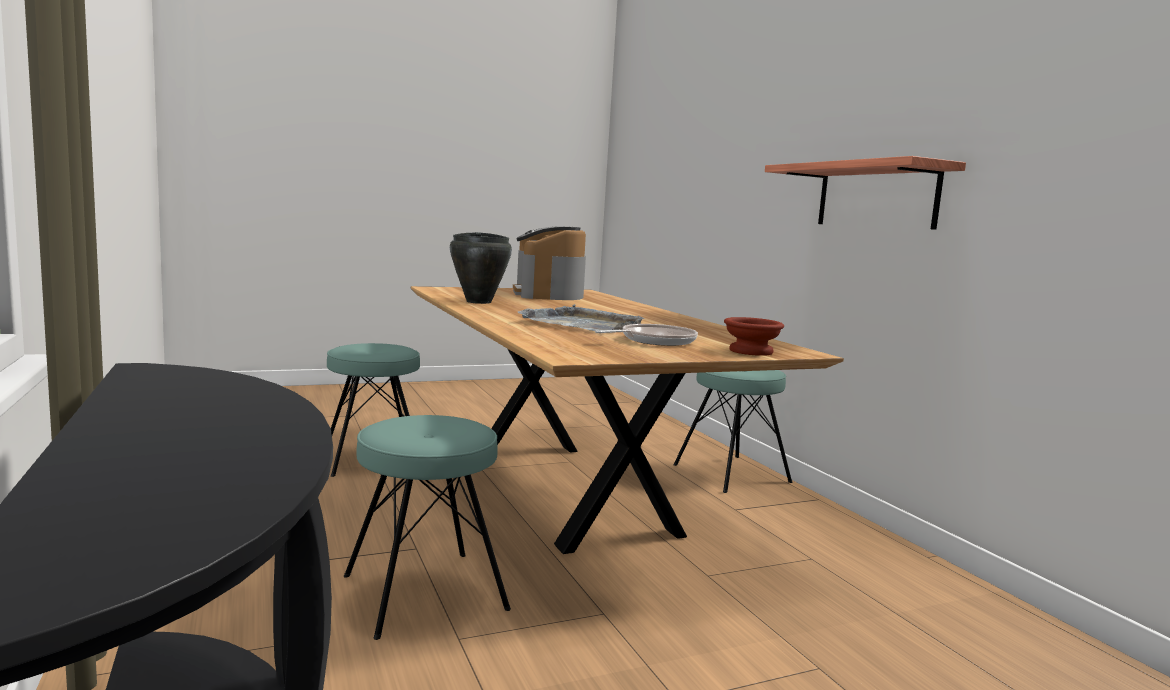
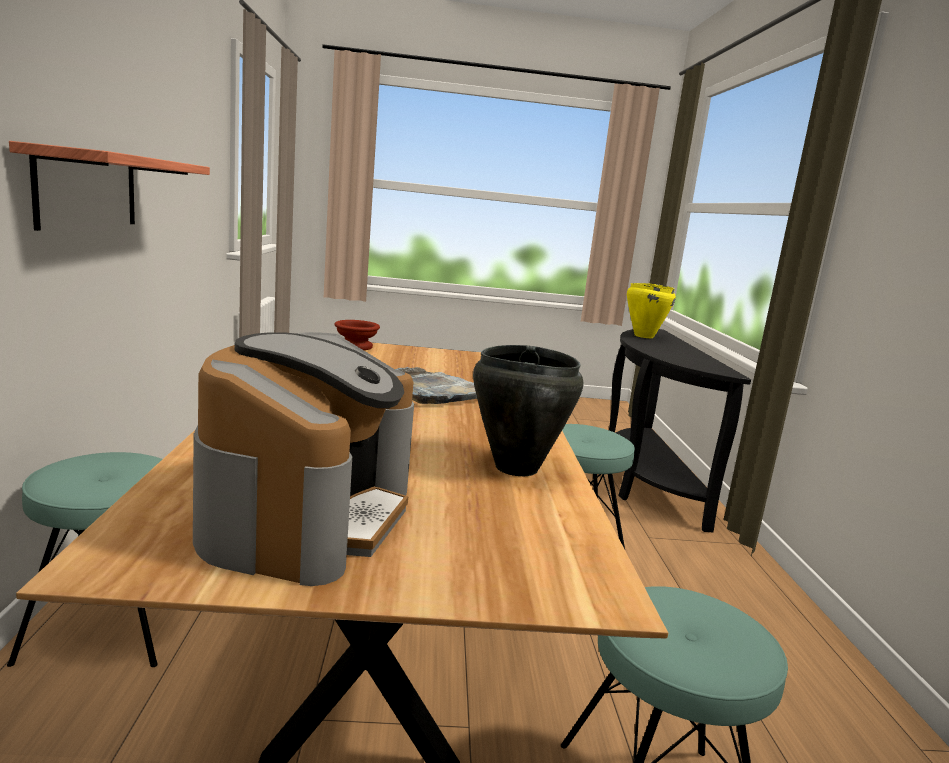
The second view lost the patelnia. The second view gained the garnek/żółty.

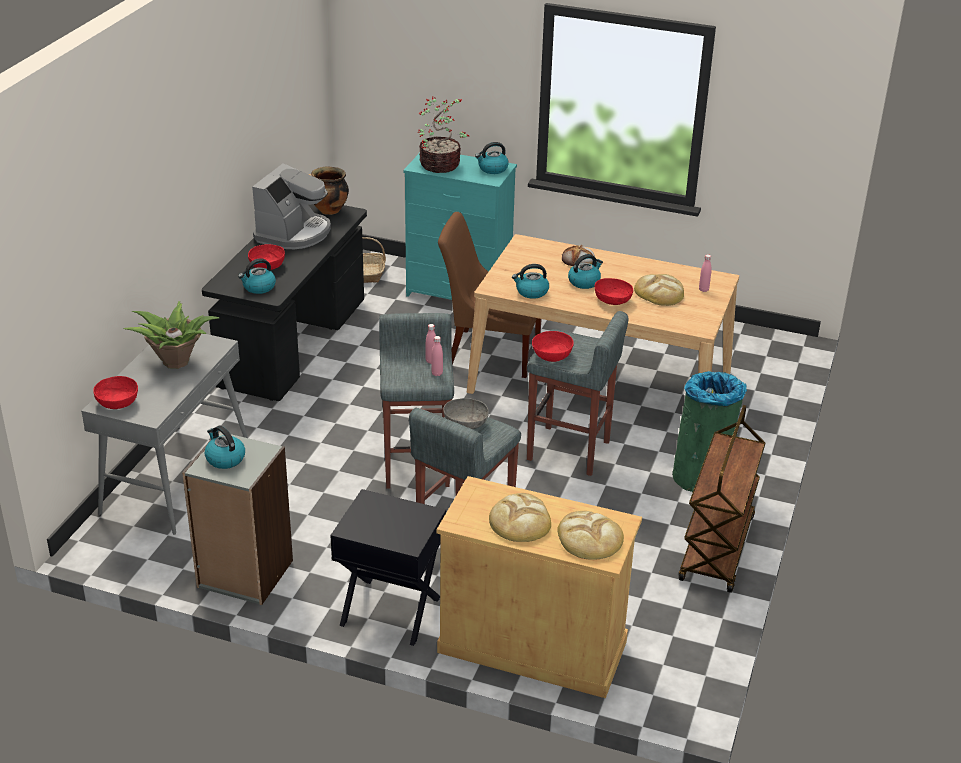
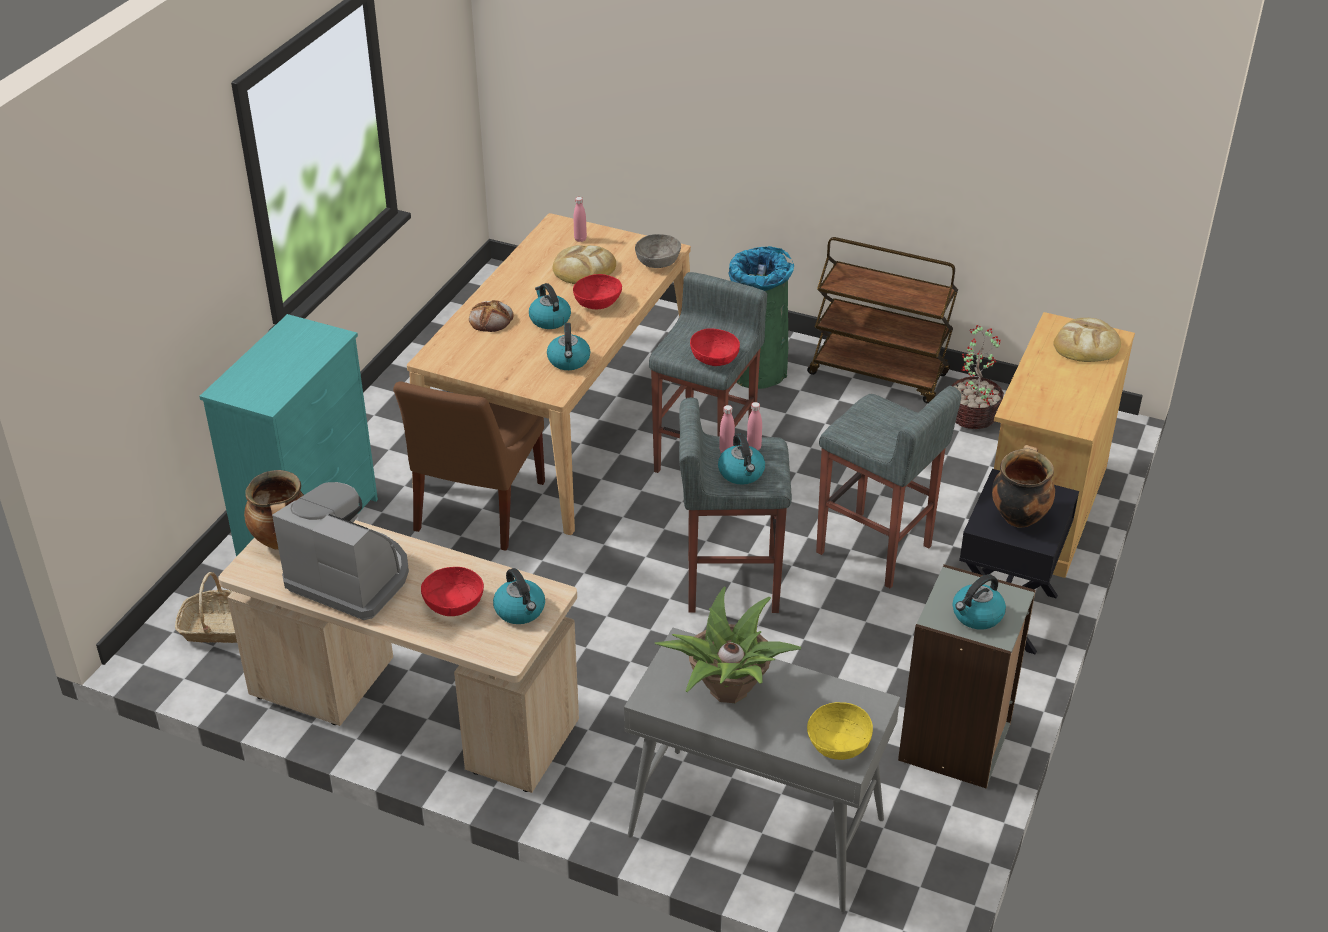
The second view lost the chleb (no. 1 from left). The second view gained the garnek (no. 2 from left). The roślina doniczkowa (no. 2 from left) ended up elsewhere. The miska/szary ended up elsewhere. The czajnik (no. 3 from left in the first image) ended up elsewhere. What was the miska/czerwony (no. 1 from left) turned into the miska/żółty. What was the biurko/czarny turned into the biurko/beżowy.

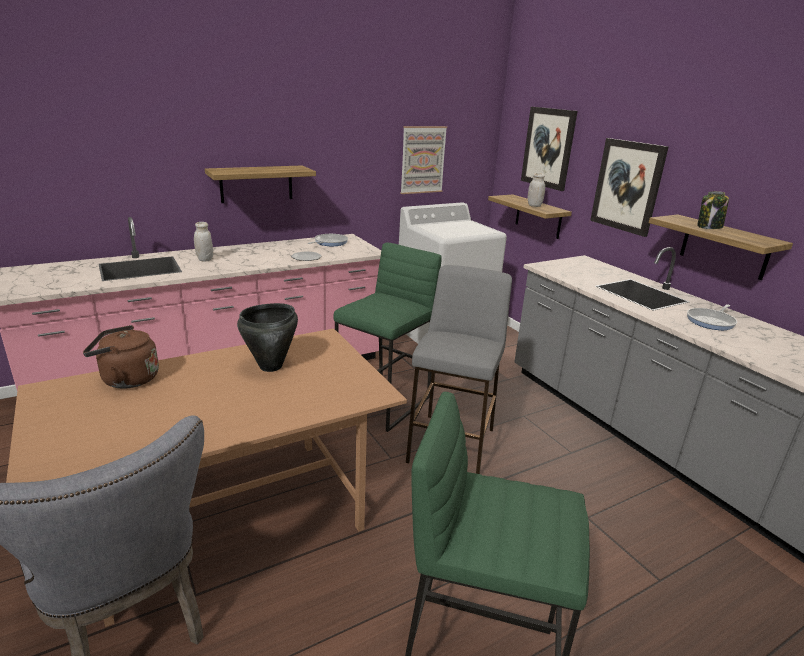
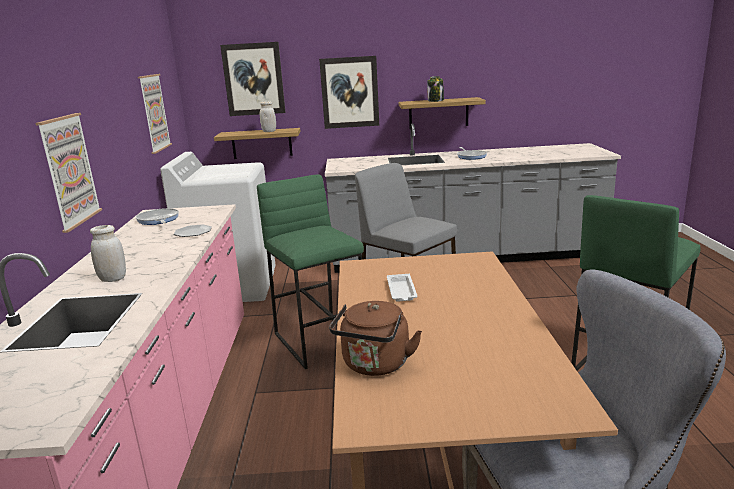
Where the półka (no. 1 from left) hung, the obraz (no. 1 from left) came to hang. Where the garnek/czarny stood, the taca/biały came to stand.

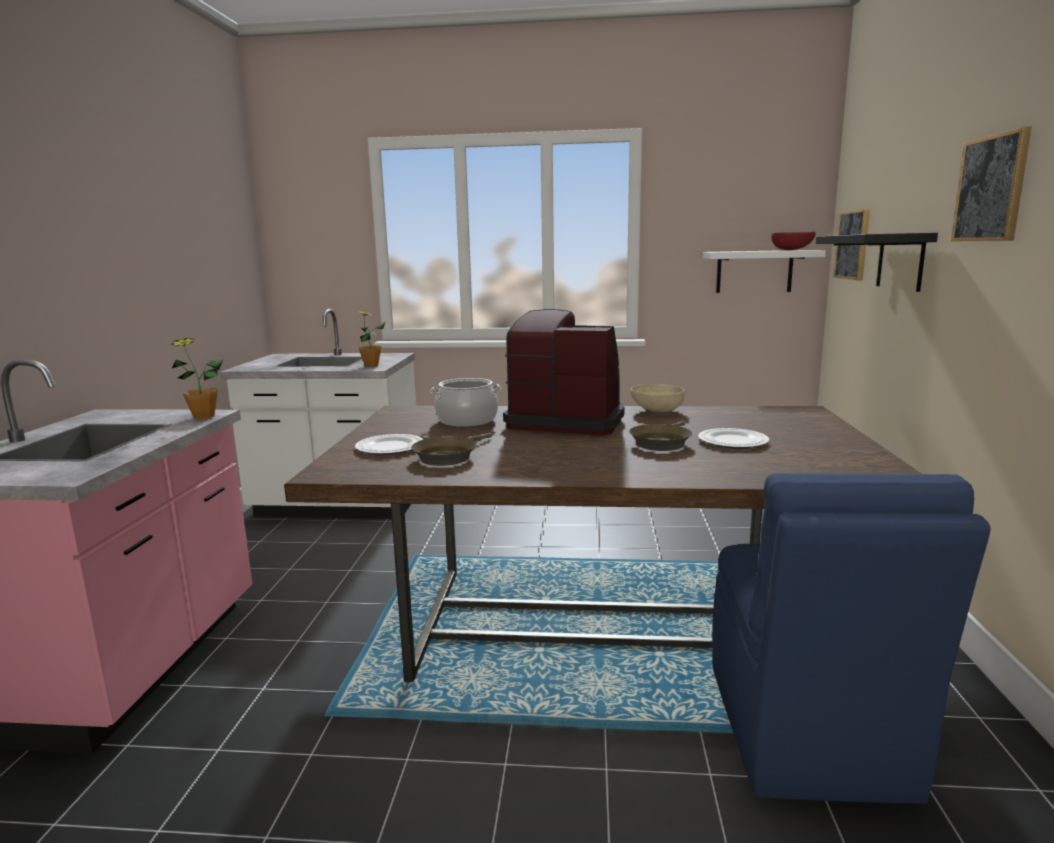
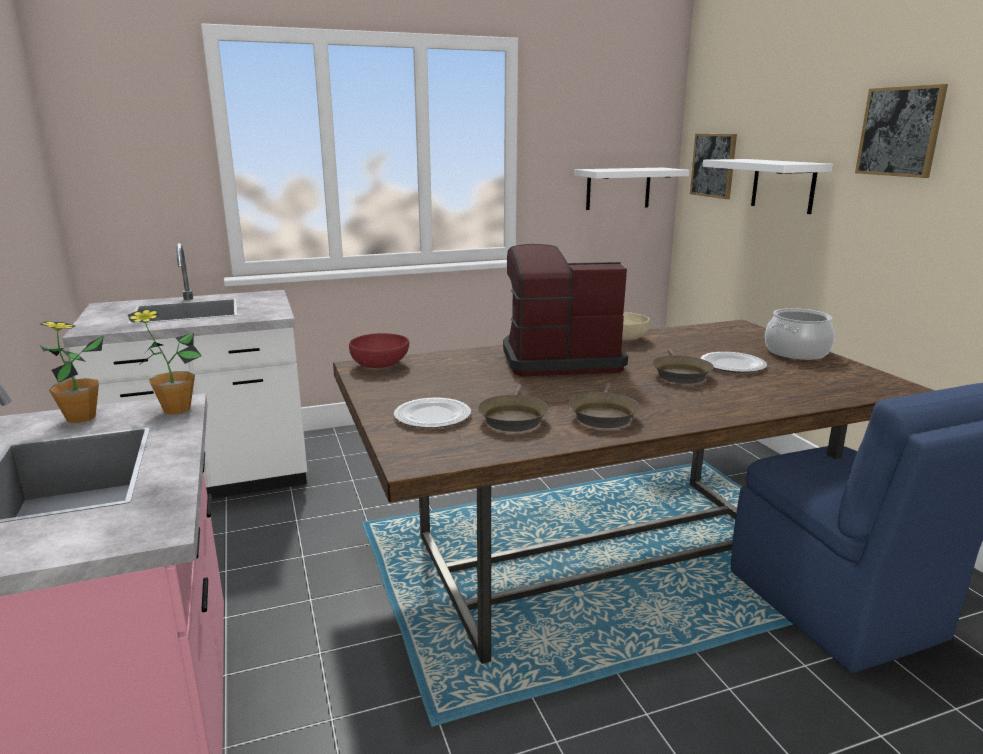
The second view gained the patelnia/brązowy (no. 2 from left). The roślina doniczkowa (no. 2 from left in the first image) ended up elsewhere. The garnek ended up elsewhere. The miska/czerwony ended up elsewhere. What was the półka/czarny turned into the półka/biały (no. 2 from left).

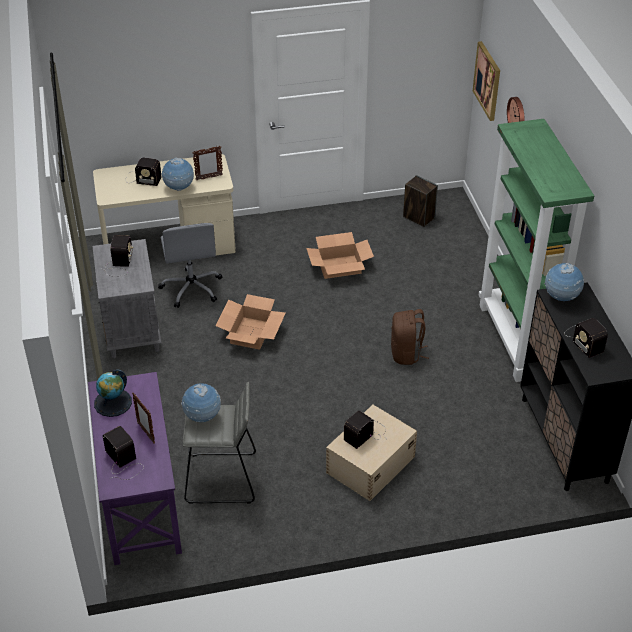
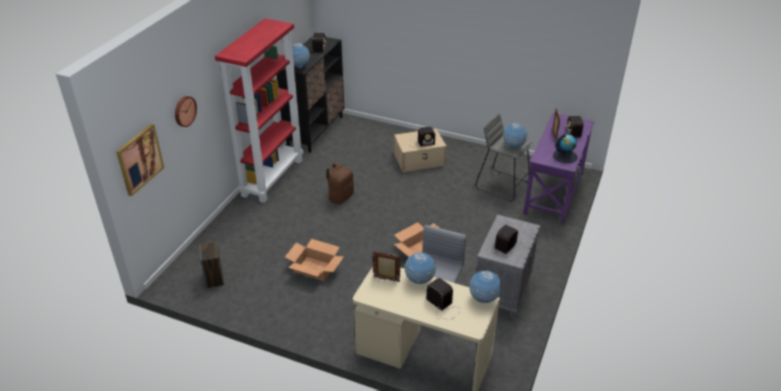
The second view gained the globus (no. 3 from left). What was the regał/zielony turned into the regał/czerwony.

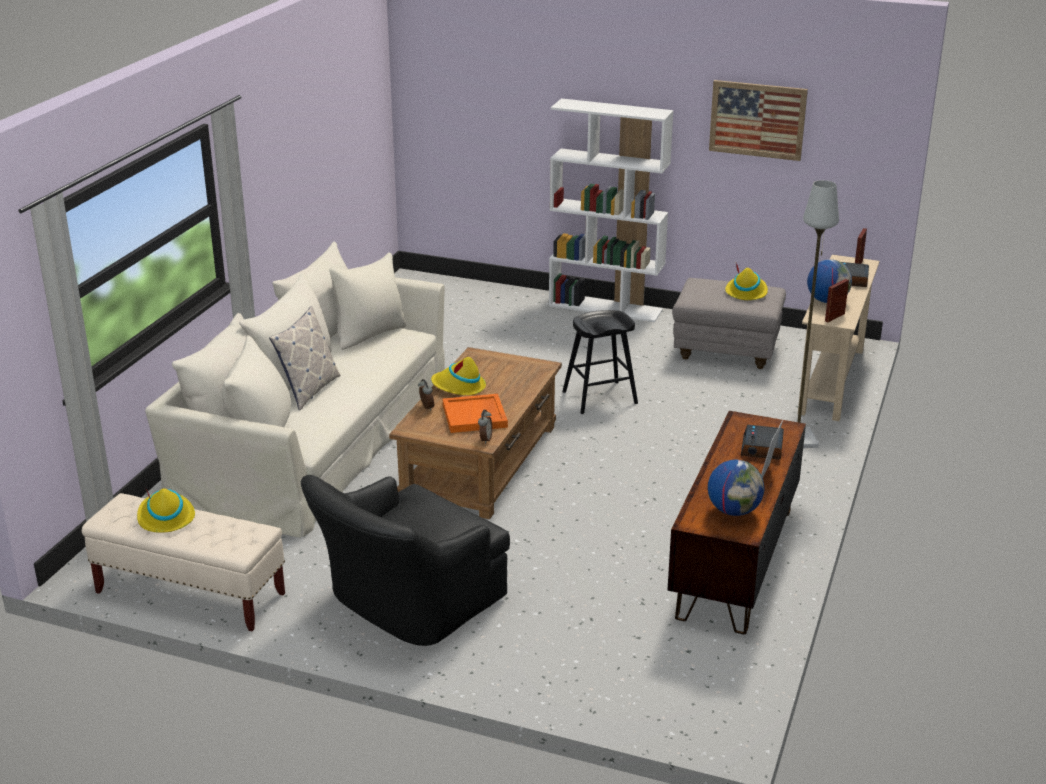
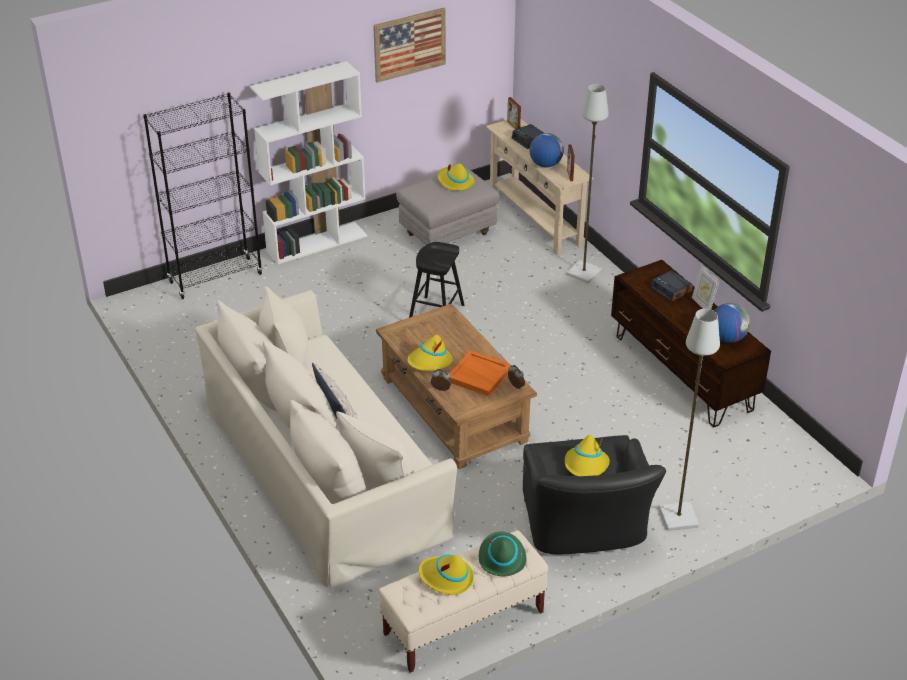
The second view gained the regał/czarny. The second view gained the kapelusz/zielony. The second view gained the kapelusz/żółty (no. 4 from left). The second view gained the lampa stojąca/szary (no. 2 from left).

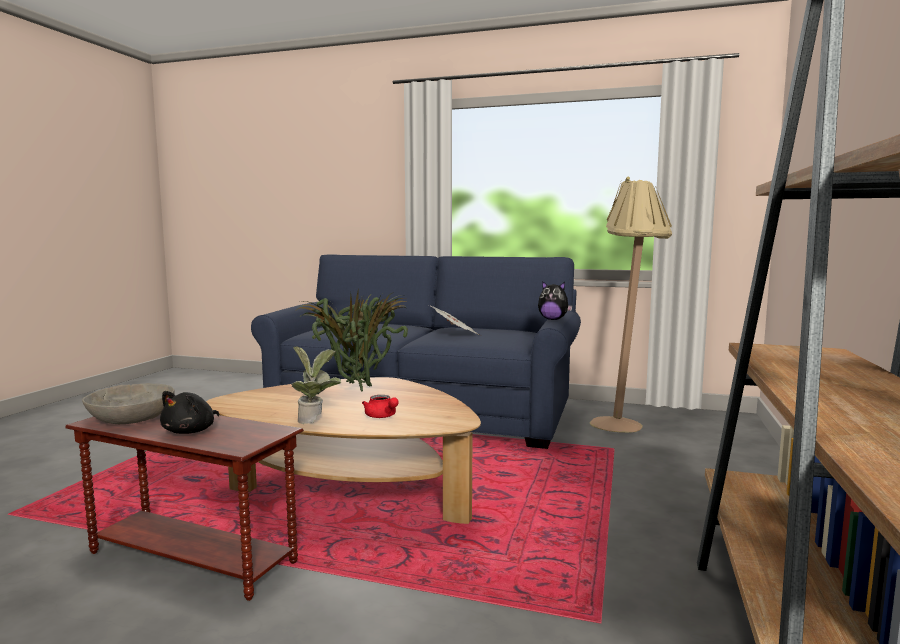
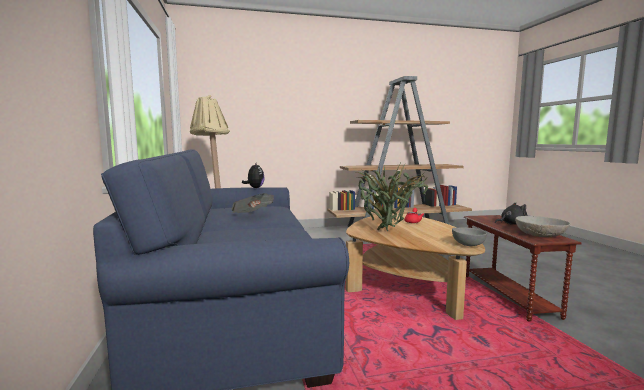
The second view lost the roślina doniczkowa (no. 1 from left). The second view gained the miska/szary (no. 1 from left).

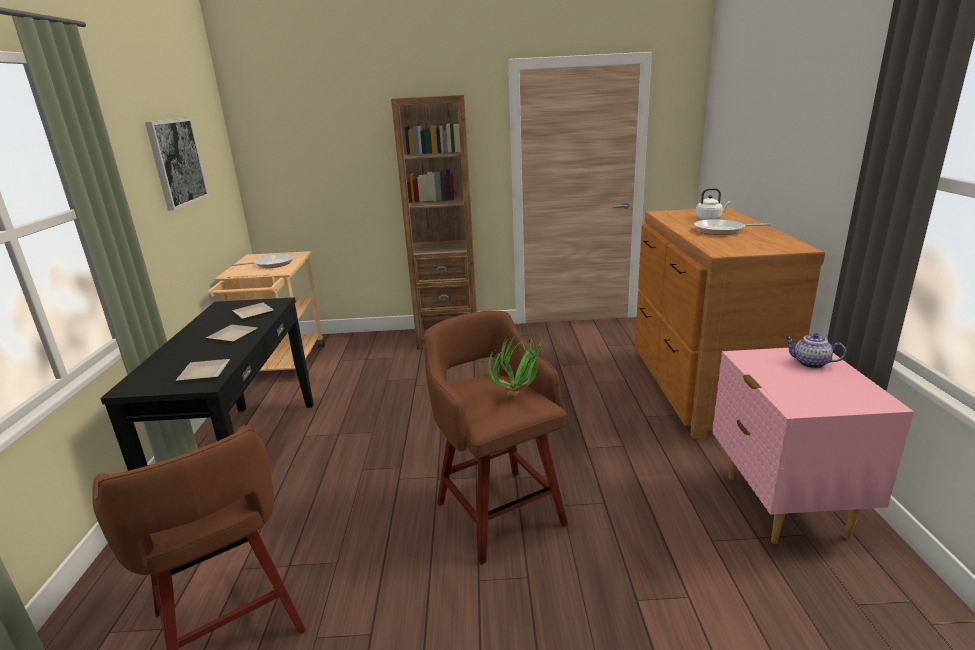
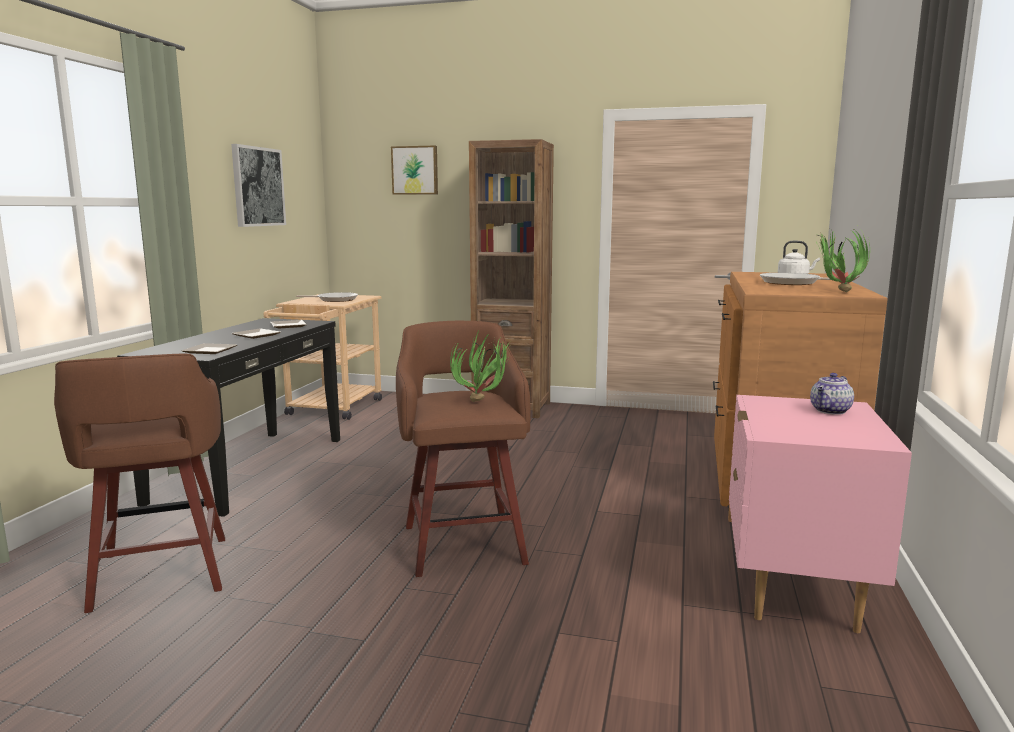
The second view gained the obraz (no. 2 from left). The second view gained the roślina doniczkowa (no. 2 from left). The imbryk ended up facing another way, 90 degrees counterclockwise from before.

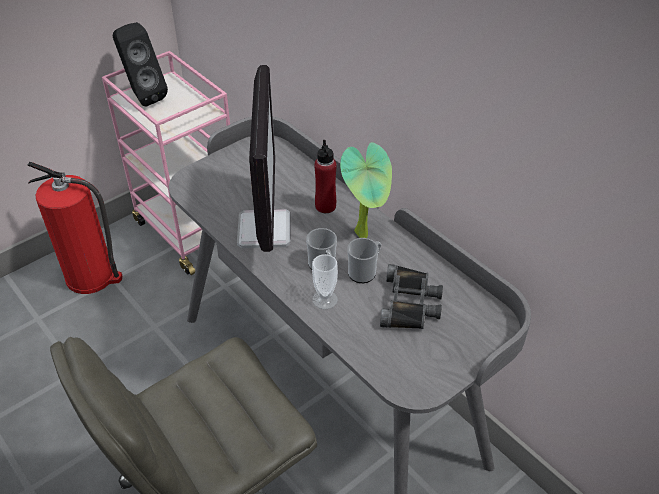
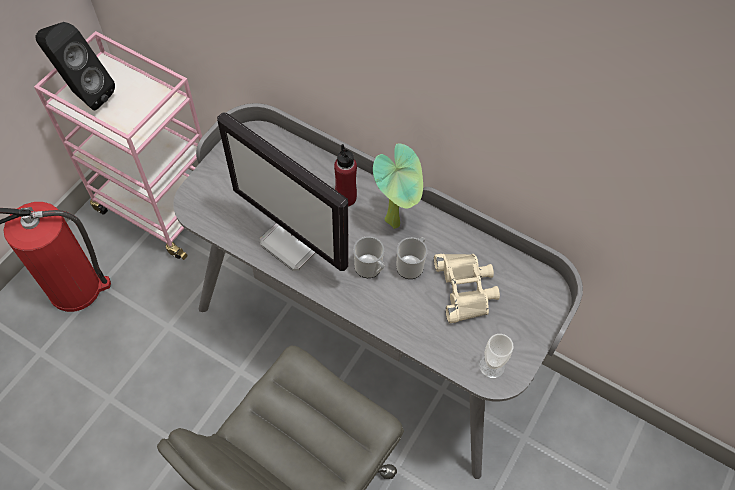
The filiżanka ended up elsewhere. What was the lornetka/czarny turned into the lornetka/beżowy. The monitor ended up facing another way, 150 degrees clockwise from before.

